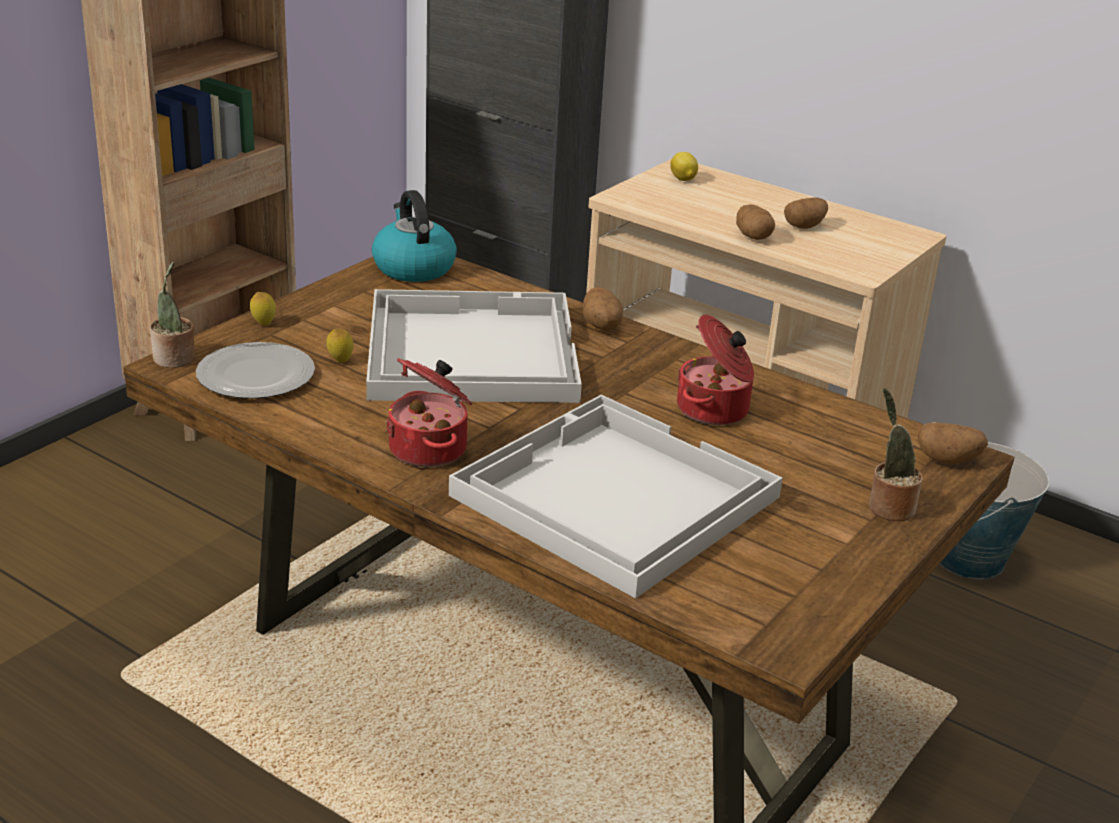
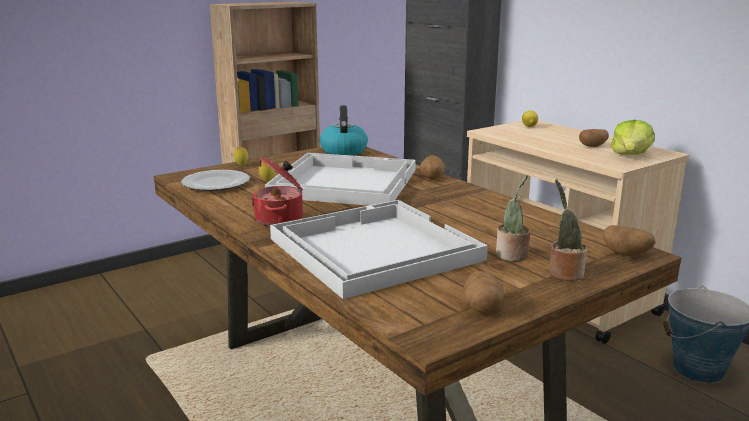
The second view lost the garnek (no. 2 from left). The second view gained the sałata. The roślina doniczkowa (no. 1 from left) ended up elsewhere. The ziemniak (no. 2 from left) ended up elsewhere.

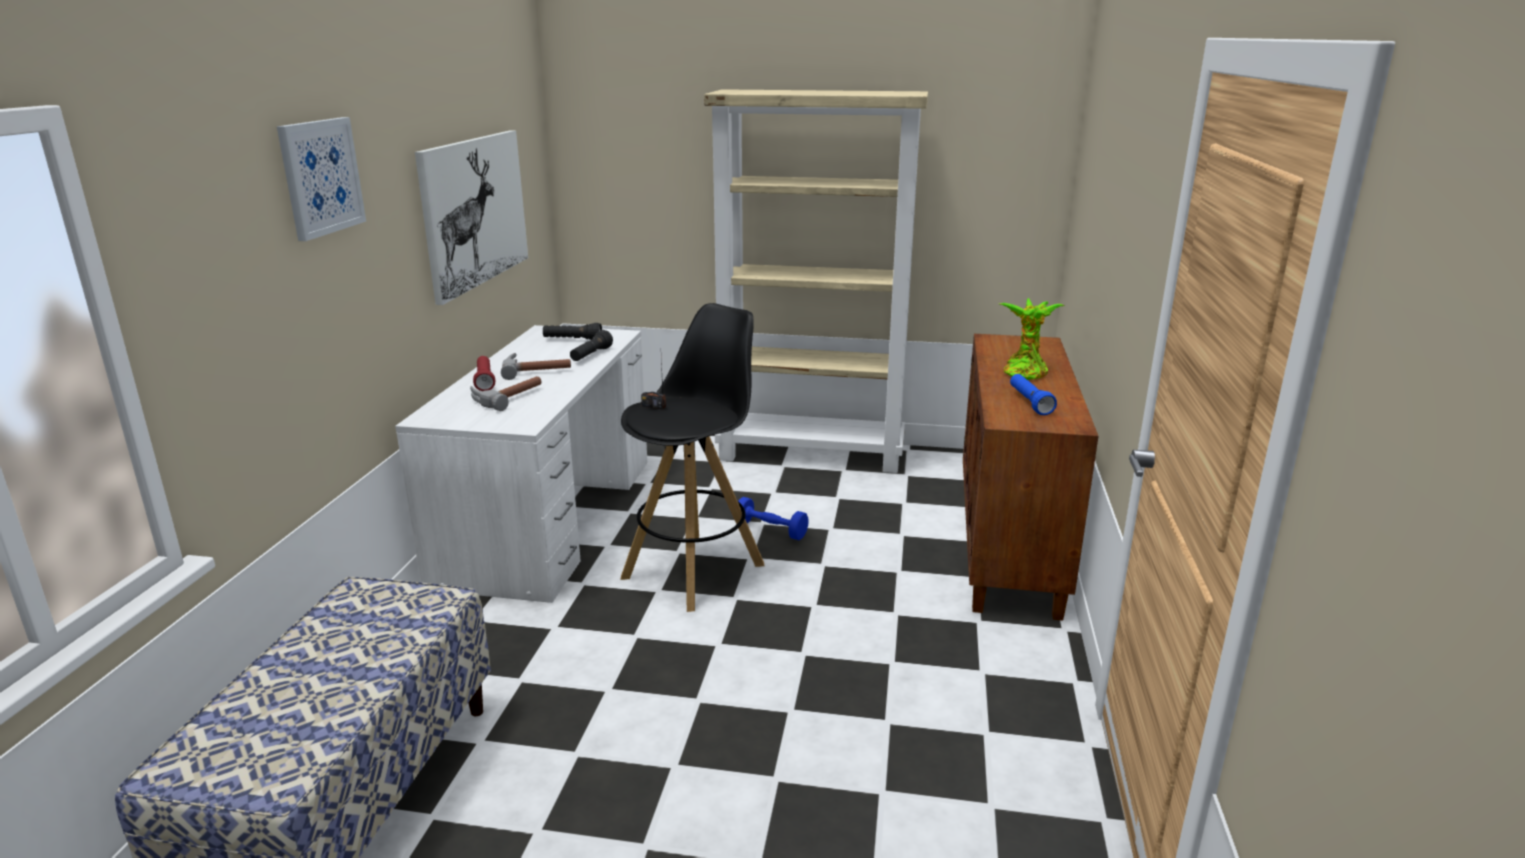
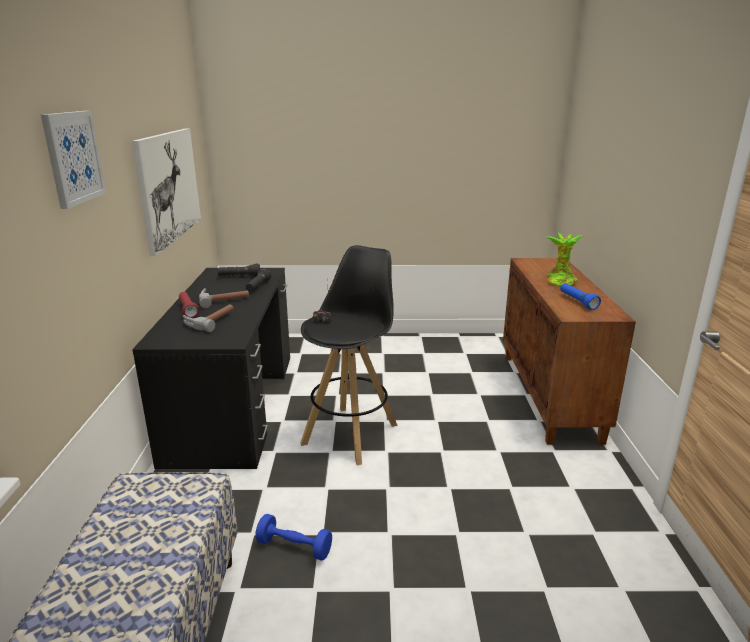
The second view lost the regał/beżowy. The hantel/niebieski ended up elsewhere. What was the biurko/biały turned into the biurko/czarny.

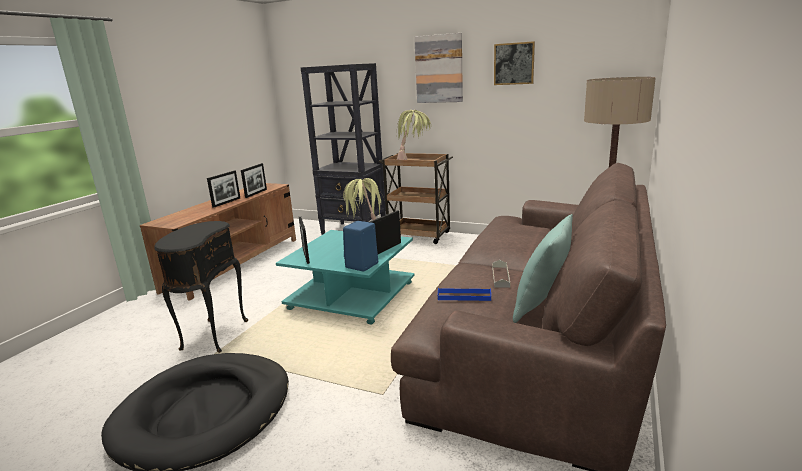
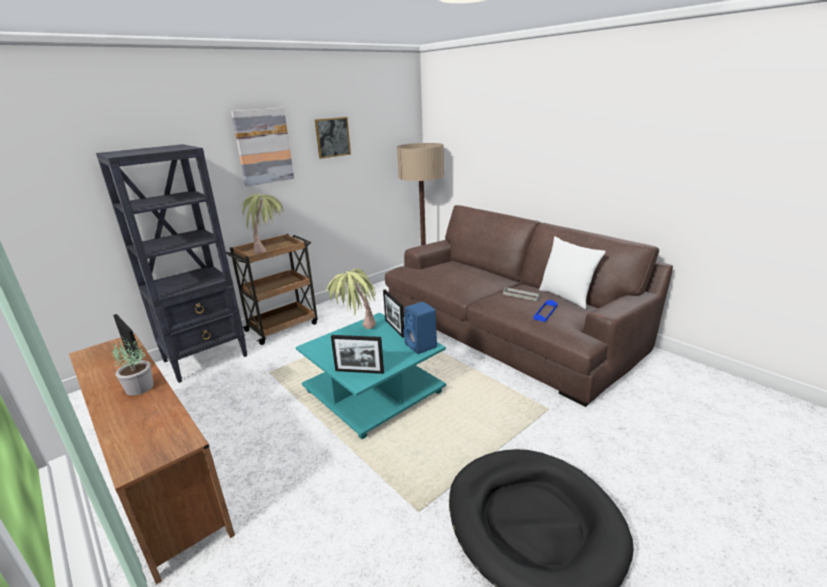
The second view lost the stolik/czarny. Where the ramka na zdjęcie (no. 1 from left) stood, the roślina doniczkowa (no. 1 from left) came to stand. What was the poduszka/turkusowy turned into the poduszka/biały.

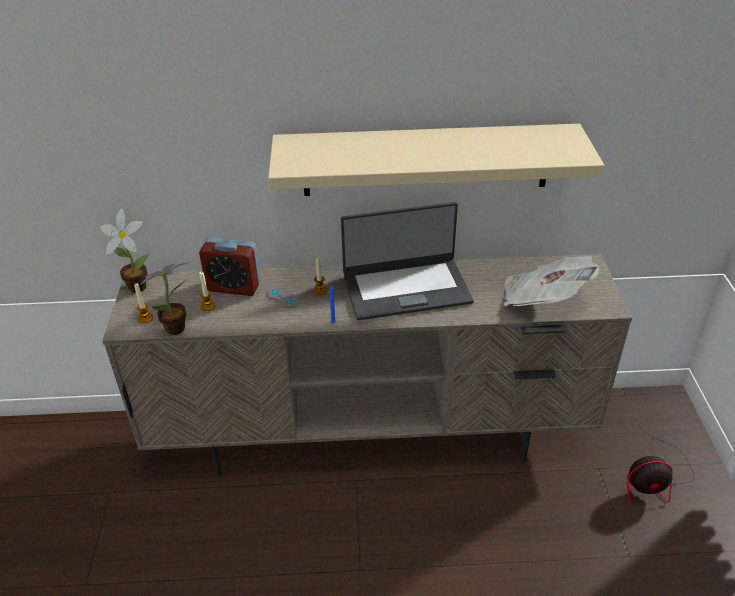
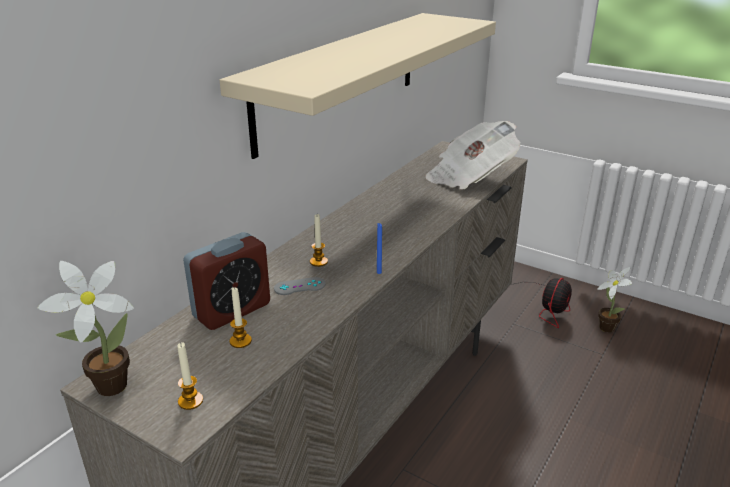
The second view lost the laptop. The roślina doniczkowa (no. 2 from left) ended up elsewhere.

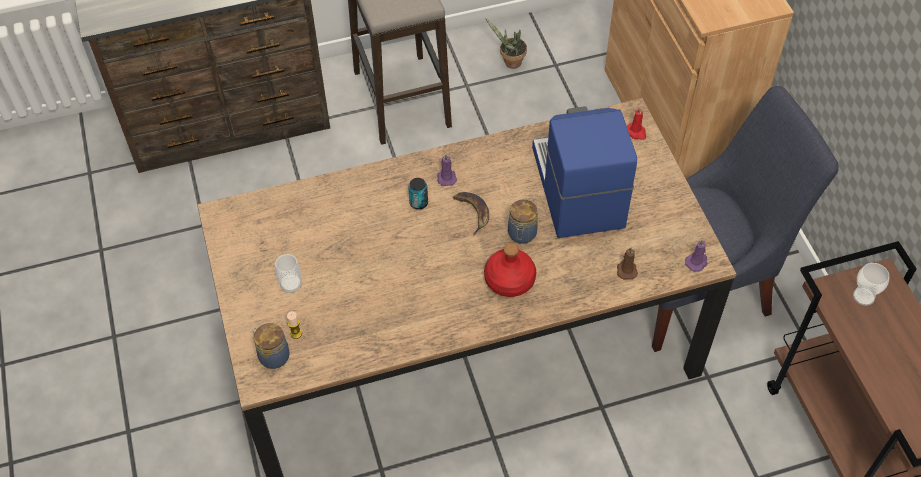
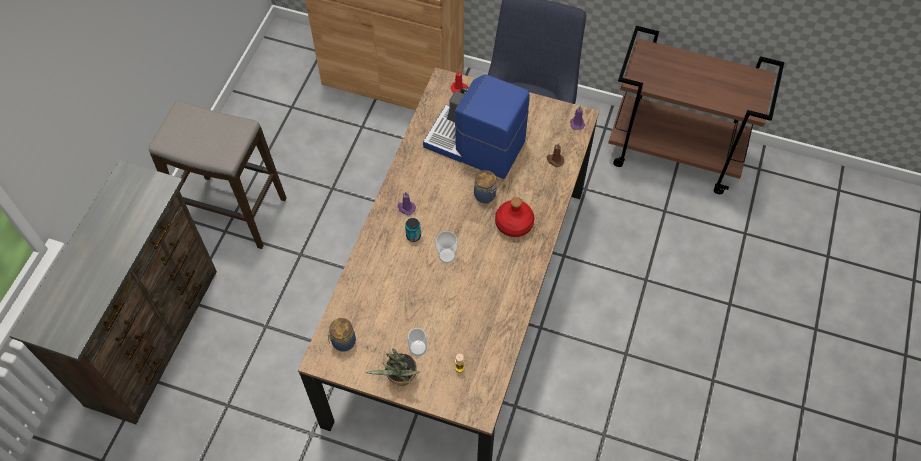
The second view lost the banan. The słoik (no. 1 from left) ended up elsewhere. The roślina doniczkowa ended up elsewhere. The filiżanka (no. 2 from left) ended up elsewhere.

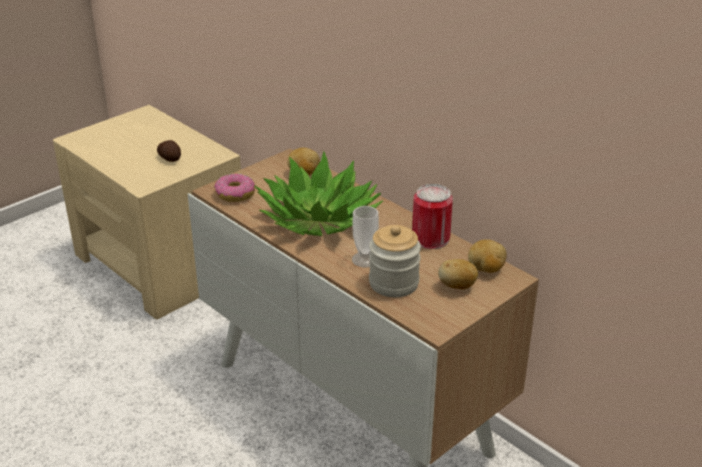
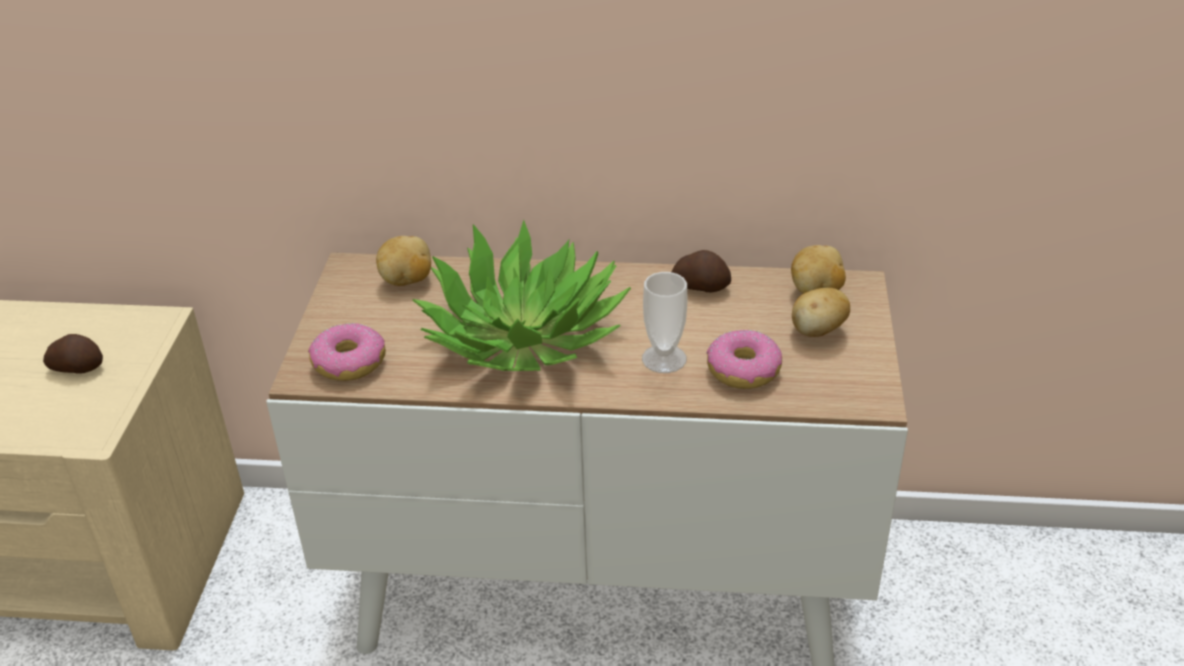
Where the słoik stood, the donut (no. 2 from left) came to stand. Where the puszka stood, the ziemniak (no. 3 from left) came to stand.

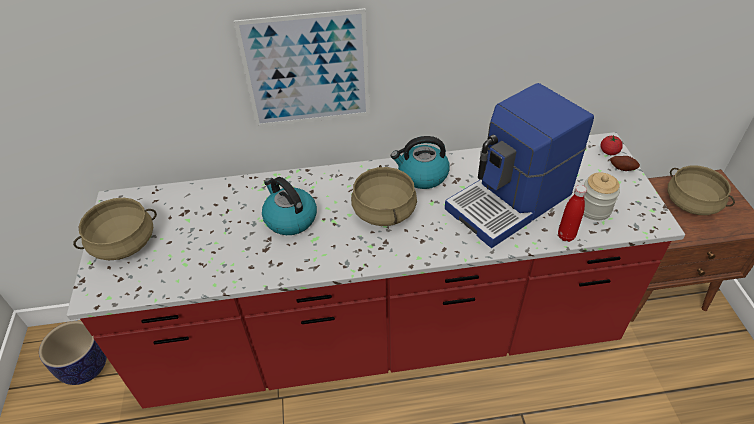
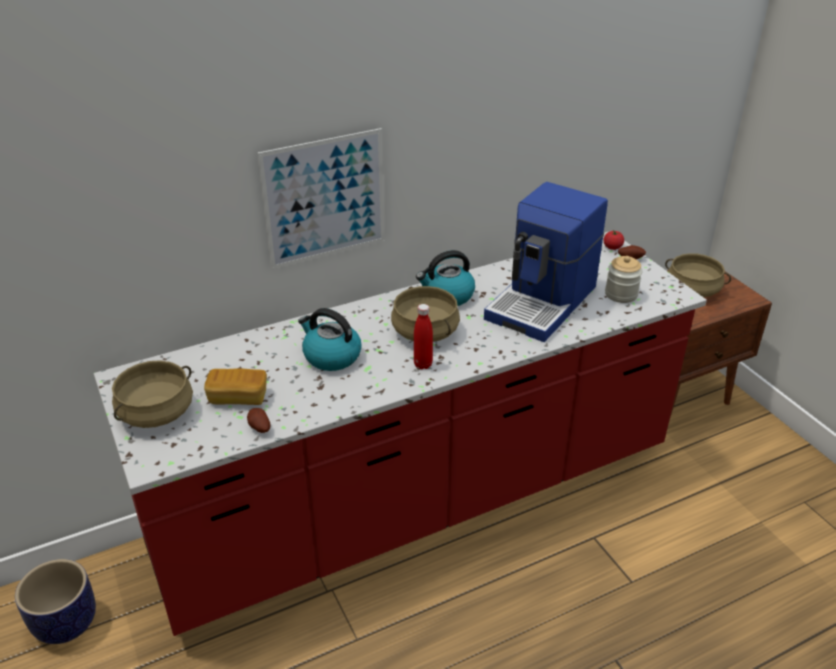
The second view gained the chleb. The second view gained the ziemniak (no. 1 from left). The butelka/czerwony ended up elsewhere.

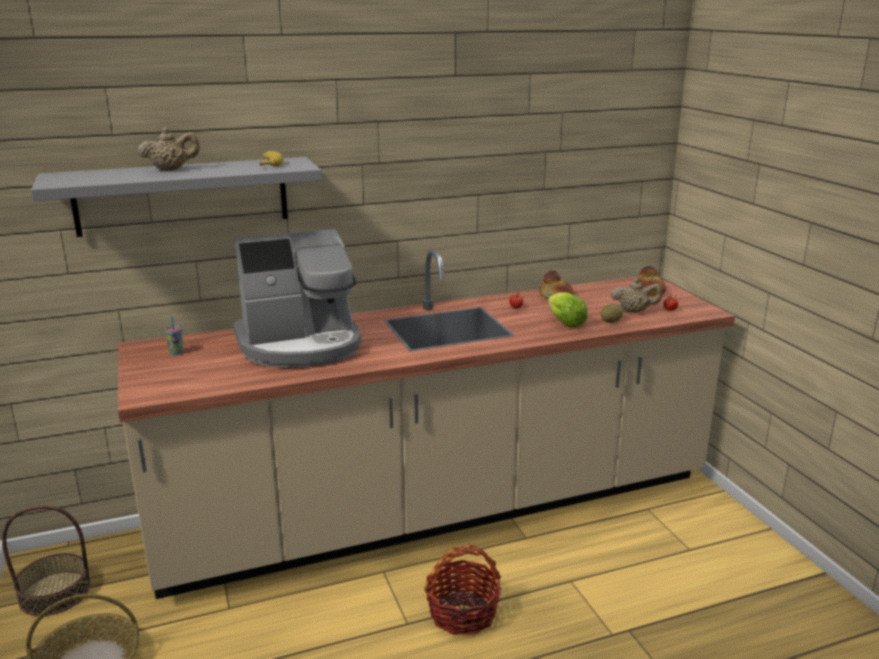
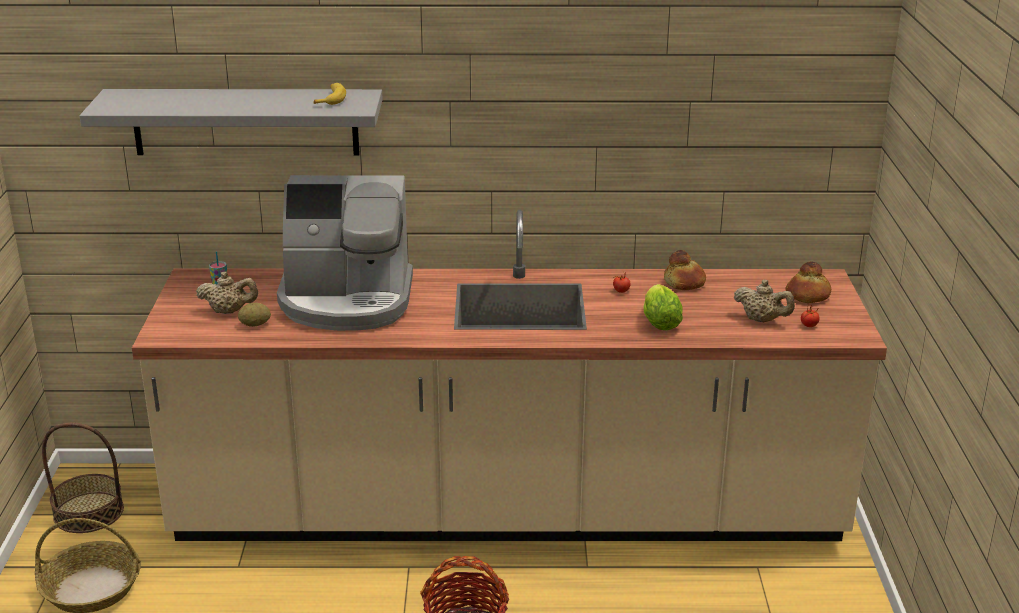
The imbryk/beżowy (no. 1 from left) ended up elsewhere. The ziemniak ended up elsewhere.

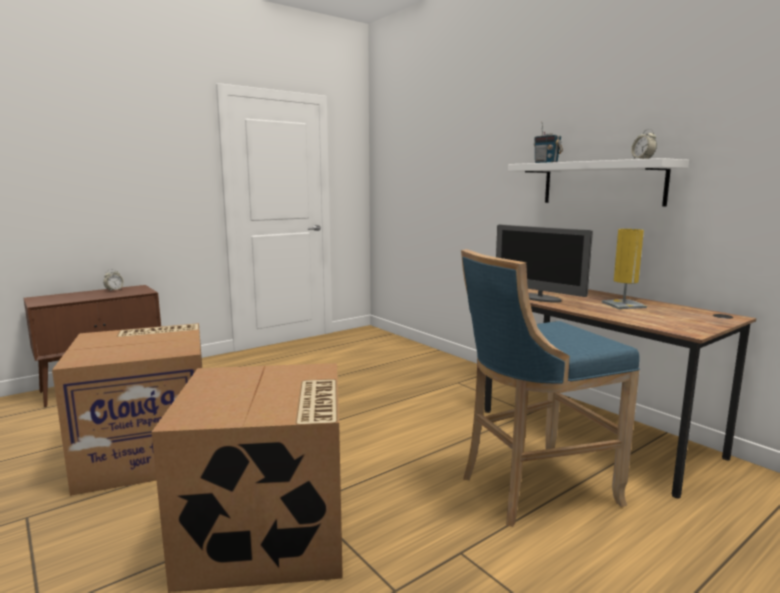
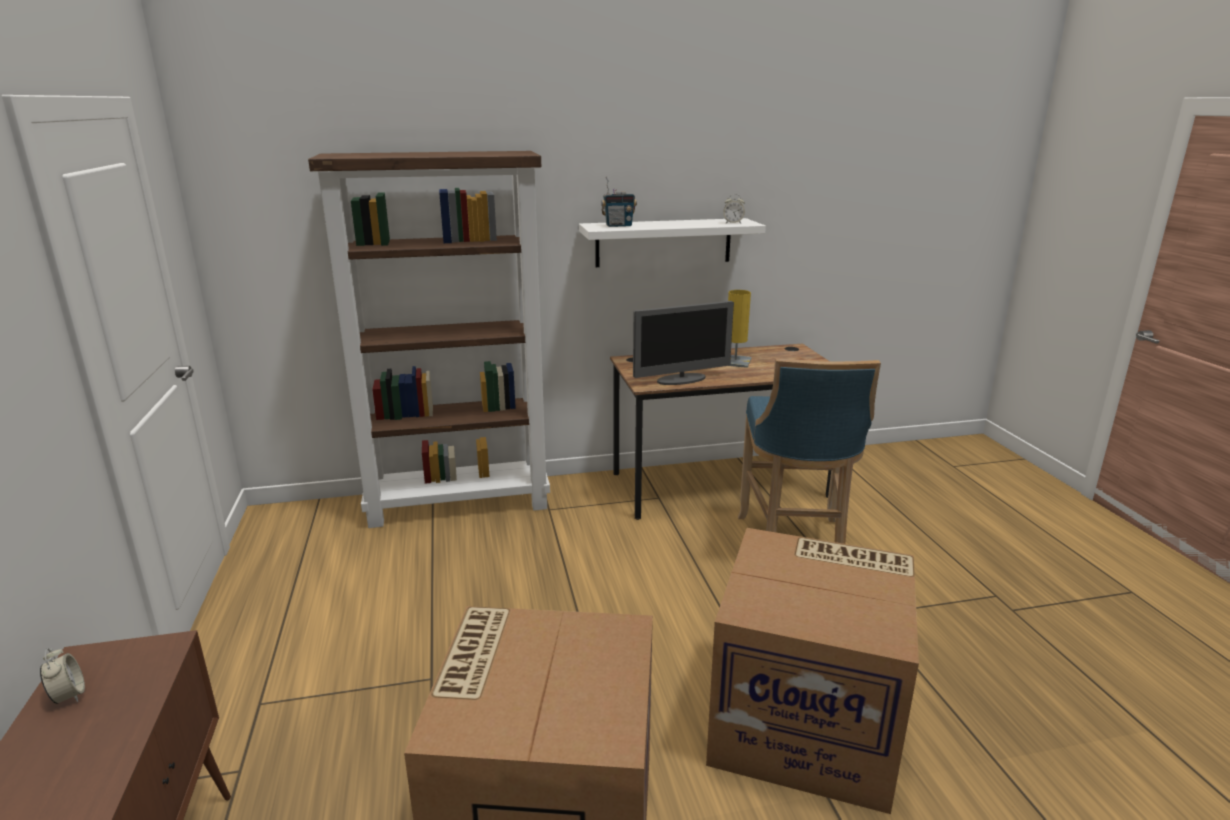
The second view gained the regał/brązowy.

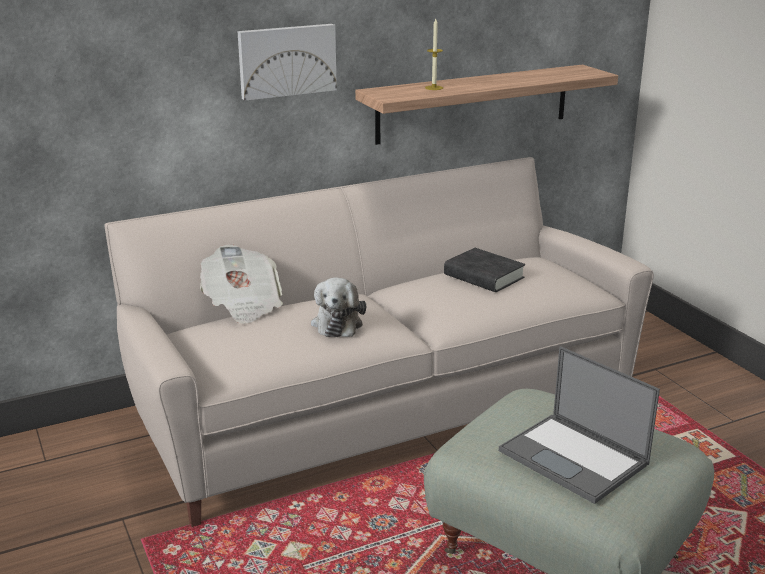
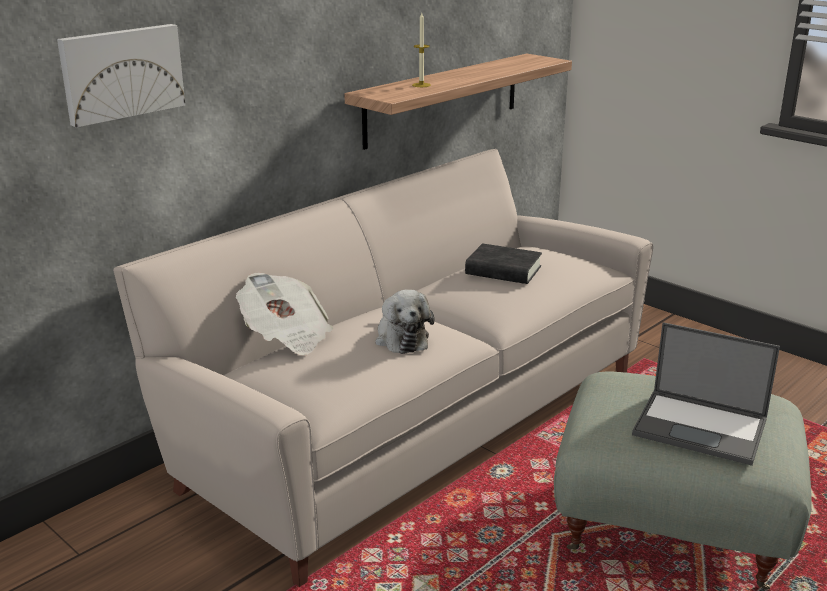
The obraz ended up elsewhere.

